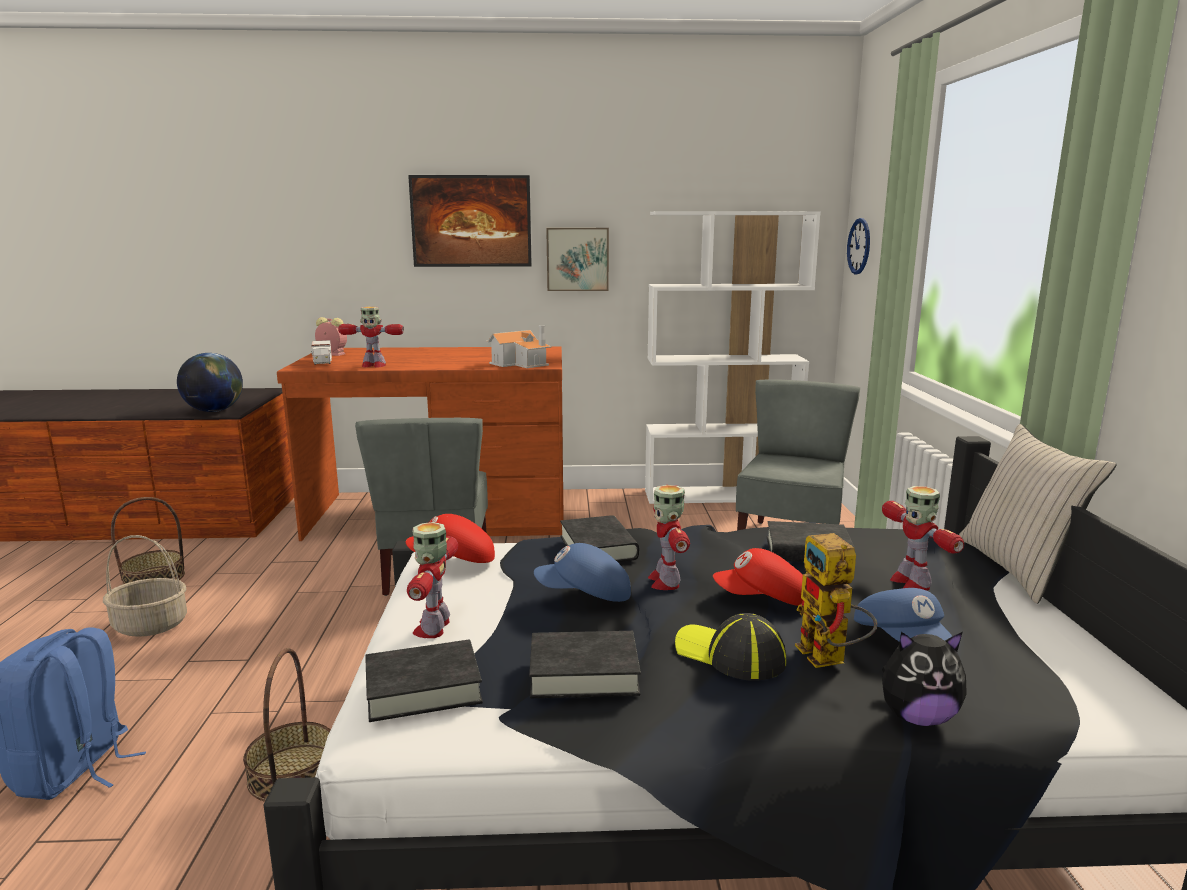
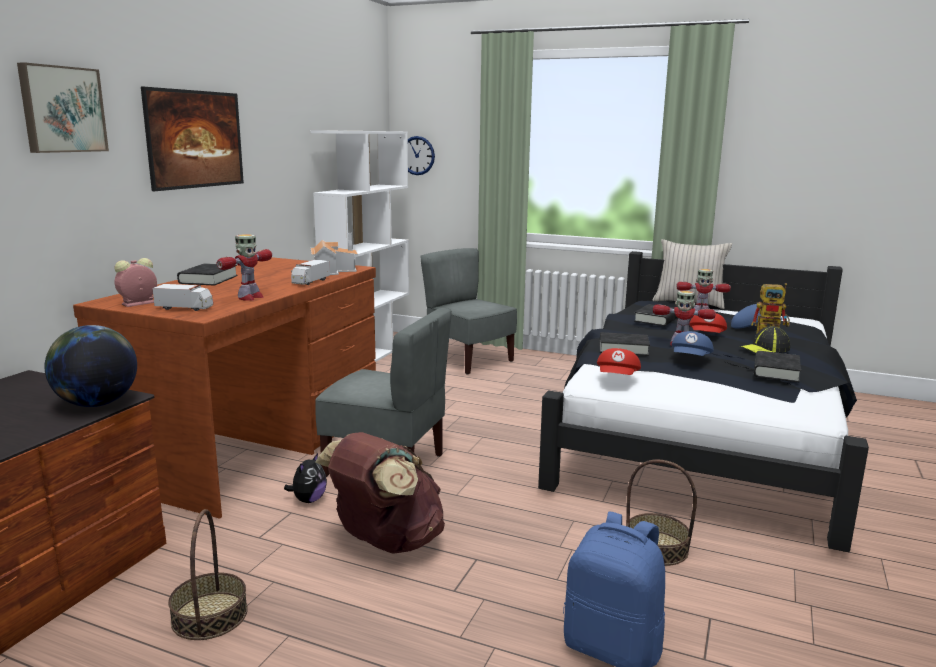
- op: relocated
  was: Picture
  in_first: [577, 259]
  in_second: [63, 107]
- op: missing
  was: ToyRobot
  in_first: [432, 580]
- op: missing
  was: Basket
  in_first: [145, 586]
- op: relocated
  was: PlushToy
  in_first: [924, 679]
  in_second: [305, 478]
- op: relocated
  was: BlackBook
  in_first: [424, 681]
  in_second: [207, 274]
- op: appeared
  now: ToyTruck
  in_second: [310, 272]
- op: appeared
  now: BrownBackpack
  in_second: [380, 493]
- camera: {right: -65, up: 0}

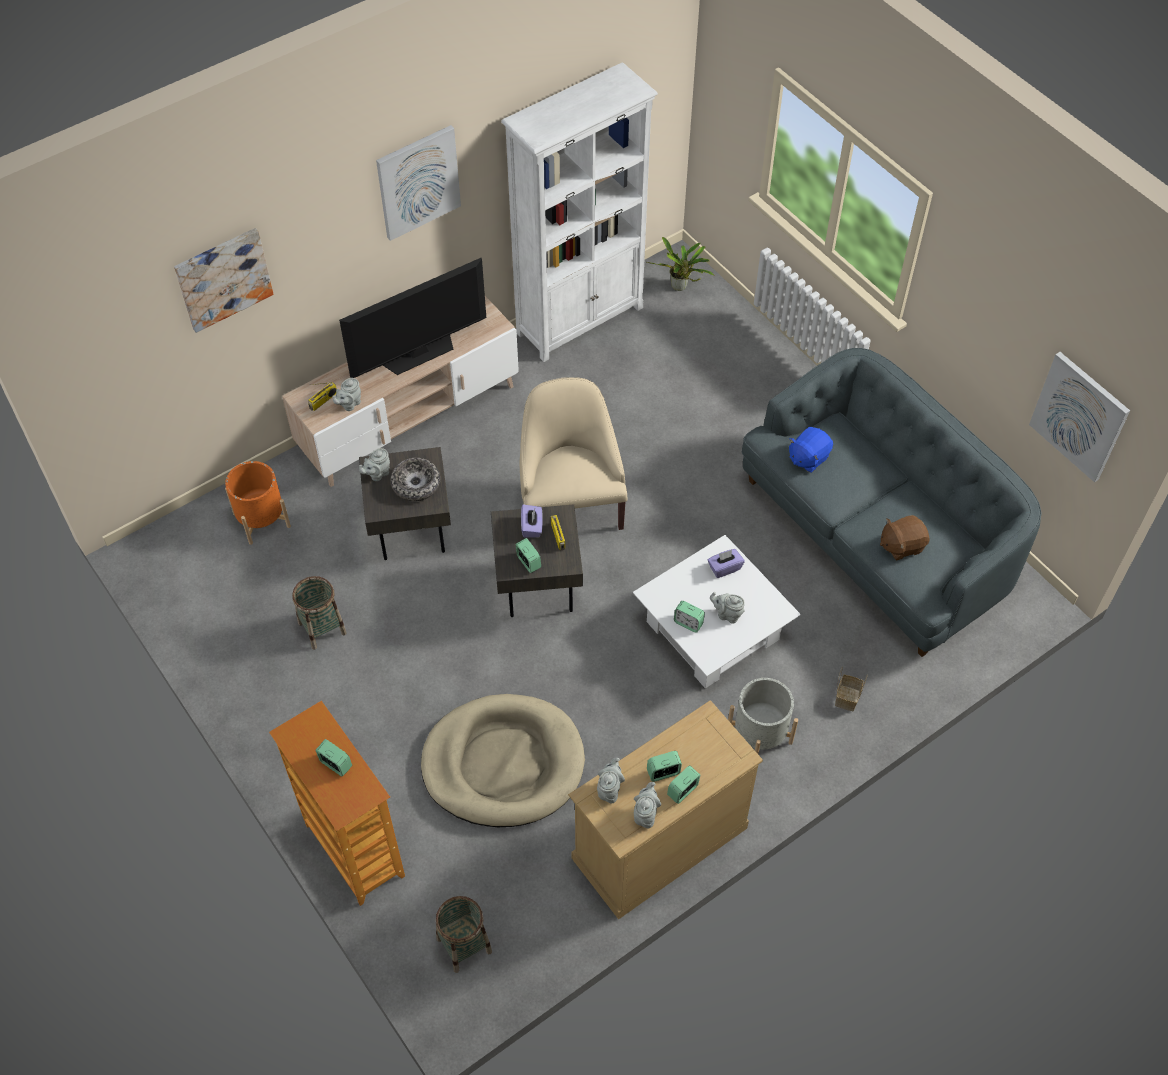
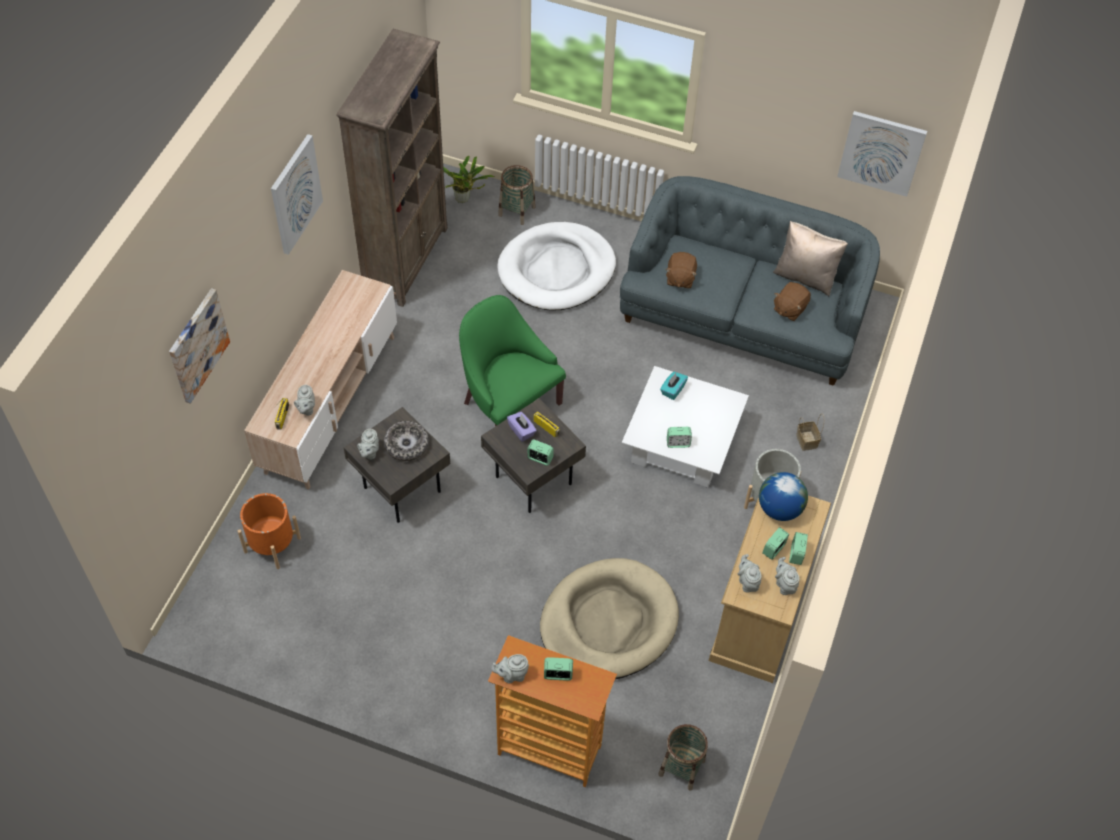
- op: colour
  was: WhiteBookcase
  now: BrownBookcase
  in_first: [579, 212]
  in_second: [392, 168]
- op: missing
  was: Television
  in_first: [412, 318]
- op: colour
  was: BeigeArmchair
  now: GreenArmchair
  in_first: [573, 453]
  in_second: [512, 360]
- op: colour
  was: BluePlushToy
  now: BrownPlushToy
  in_first: [811, 450]
  in_second: [681, 270]
- op: colour
  was: PurpleTissueBox
  now: TurquoiseTissueBox
  in_first: [726, 563]
  in_second: [674, 386]
- op: relocated
  was: Basket
  in_first: [319, 613]
  in_second: [517, 195]
- op: relocated
  was: GreyTeapot
  in_first: [727, 608]
  in_second: [510, 668]
- op: appeared
  now: BeigePillow
  in_second: [810, 258]
- op: appeared
  now: WhiteDogBed
  in_second: [556, 266]
- op: appeared
  now: Globe
  in_second: [783, 496]
- camera: {right: -35, up: 0}

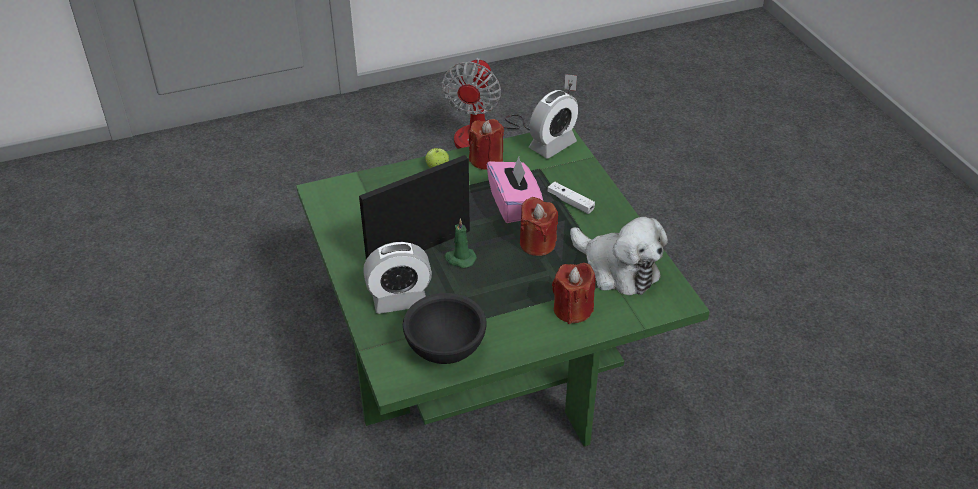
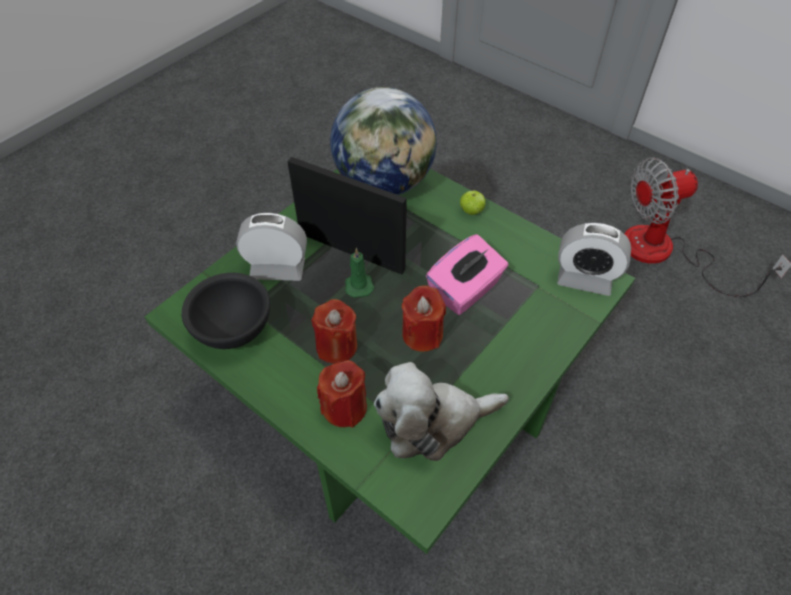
- op: relocated
  was: RedCandle
  in_first: [486, 144]
  in_second: [334, 331]
- op: missing
  was: WhiteGameController
  in_first: [571, 198]
- op: spun
  was: PlushToy
  in_first: [619, 256]
  in_second: [441, 411]
  clockwise: 60
- op: spun
  was: AlarmClock
  in_first: [397, 278]
  in_second: [271, 247]
  clockwise: 135
- op: appeared
  now: Globe
  in_second: [383, 141]
- camera: {right: 60, up: 10}

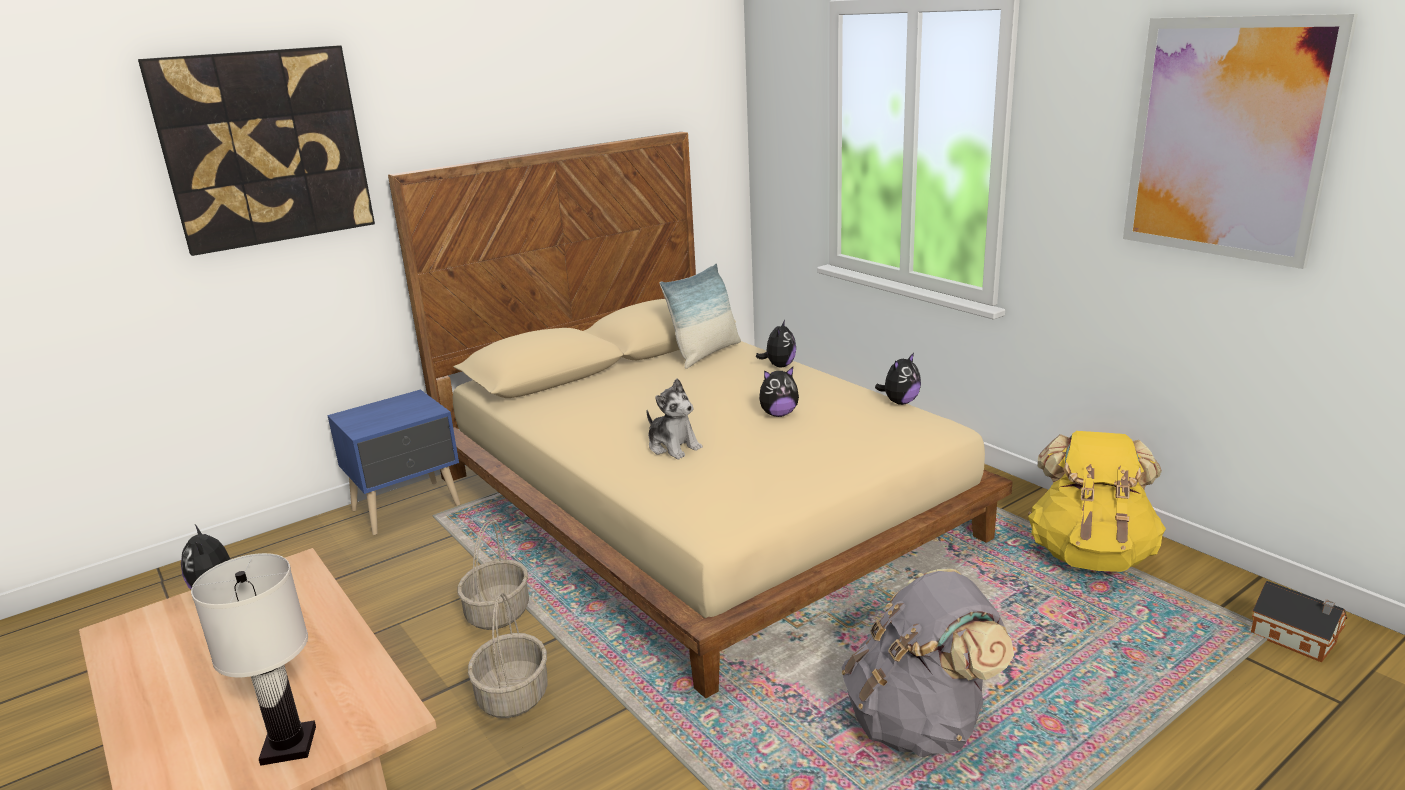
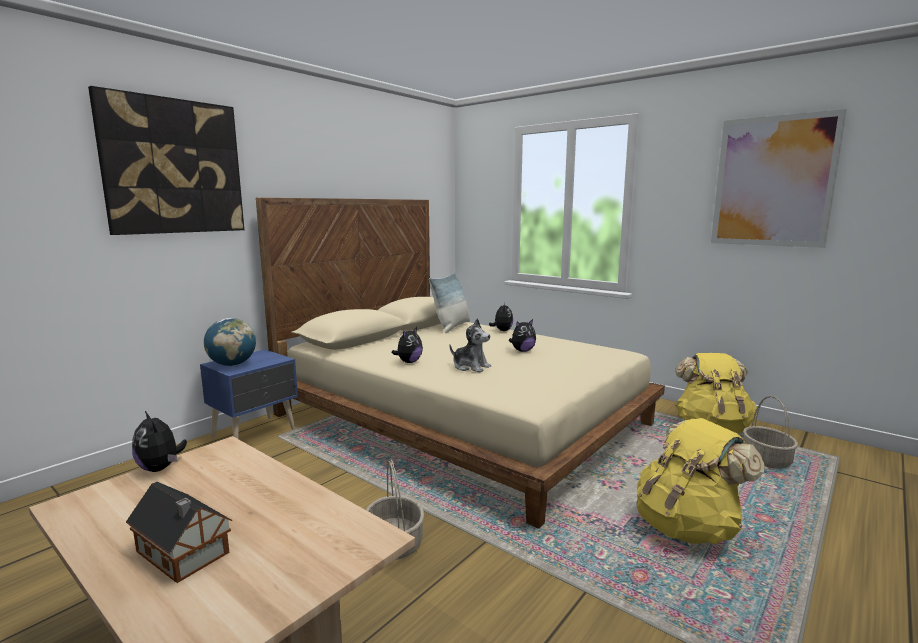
- op: relocated
  was: PlushToy
  in_first: [898, 379]
  in_second: [407, 345]
- op: relocated
  was: Basket
  in_first: [493, 575]
  in_second: [770, 432]
- op: missing
  was: WhiteTableLamp
  in_first: [253, 659]
- op: colour
  was: GreyBackpack
  now: YellowBackpack
  in_first: [928, 663]
  in_second: [701, 481]
- op: relocated
  was: ToyHouse
  in_first: [1299, 621]
  in_second: [179, 532]
- op: appeared
  now: Globe
  in_second: [230, 342]
- camera: {right: -15, up: -10}

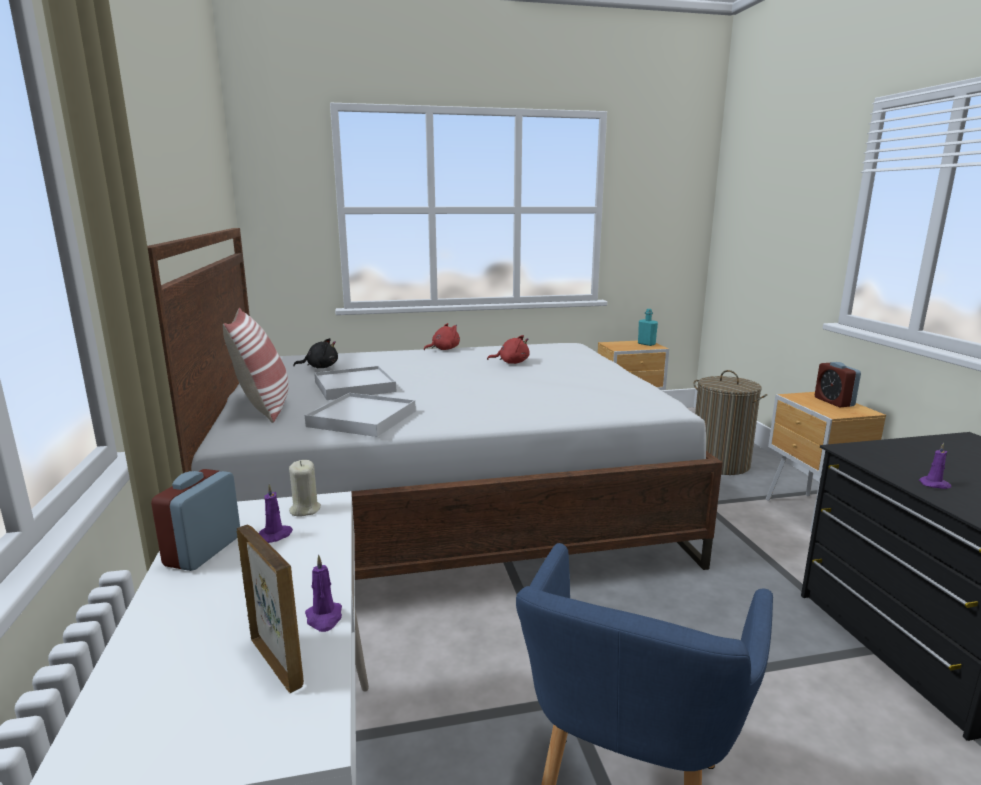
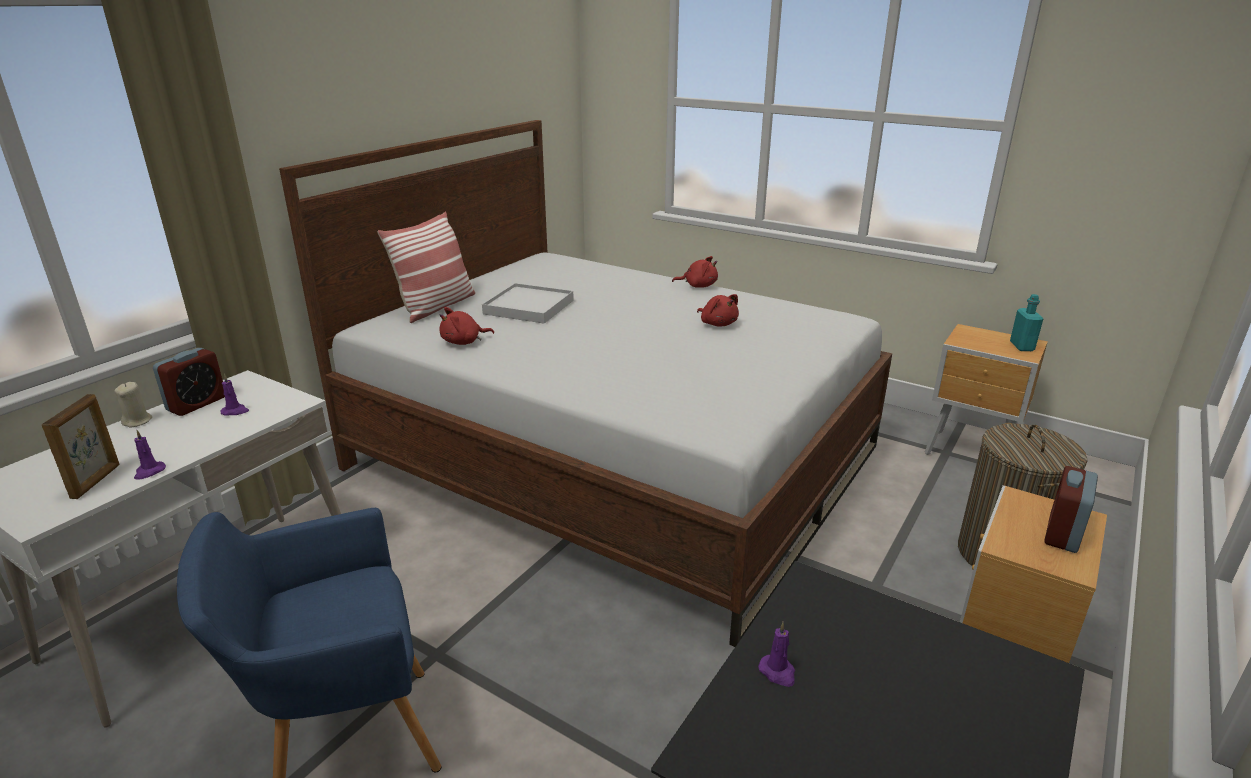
- op: missing
  was: BlackPlushToy
  in_first: [315, 353]
- op: exchanged
  was: WhiteTray
  now: RedPlushToy
  in_first: [360, 415]
  in_second: [466, 326]
- op: relocated
  was: BeigeCandle
  in_first: [305, 488]
  in_second: [133, 404]
- op: spun
  was: AlarmClock
  in_first: [195, 520]
  in_second: [189, 382]
  clockwise: 150
- camera: {right: 45, up: 10}

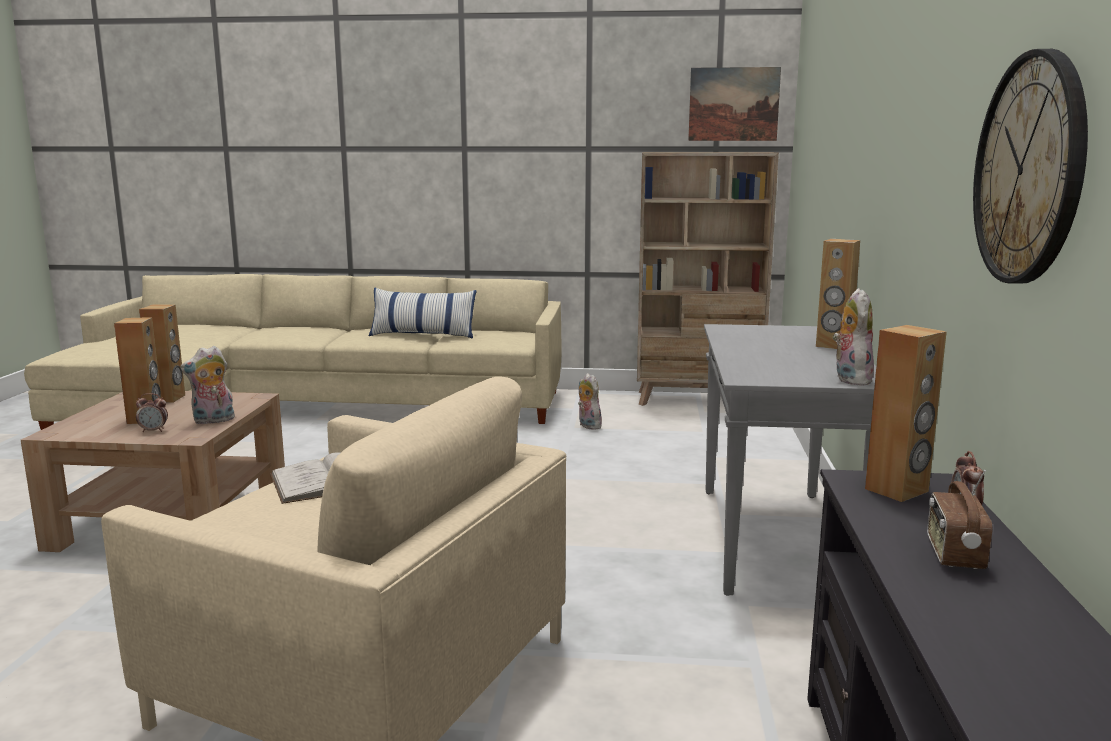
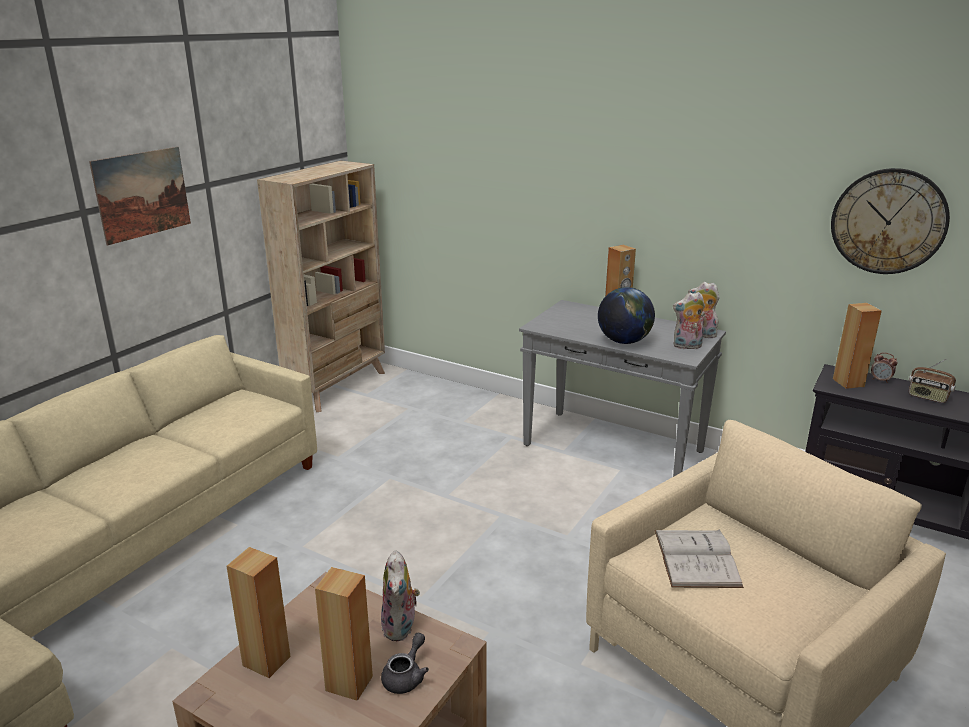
- op: relocated
  was: Picture
  in_first: [734, 104]
  in_second: [140, 196]
- op: missing
  was: Pillow
  in_first: [423, 313]
- op: relocated
  was: PlushToy
  in_first: [590, 401]
  in_second: [689, 320]
- op: exchanged
  was: AlarmClock
  now: GreyTeapot
  in_first: [152, 412]
  in_second: [405, 663]
- op: appeared
  now: Globe
  in_second: [626, 315]
- camera: {right: -65, up: 10}

